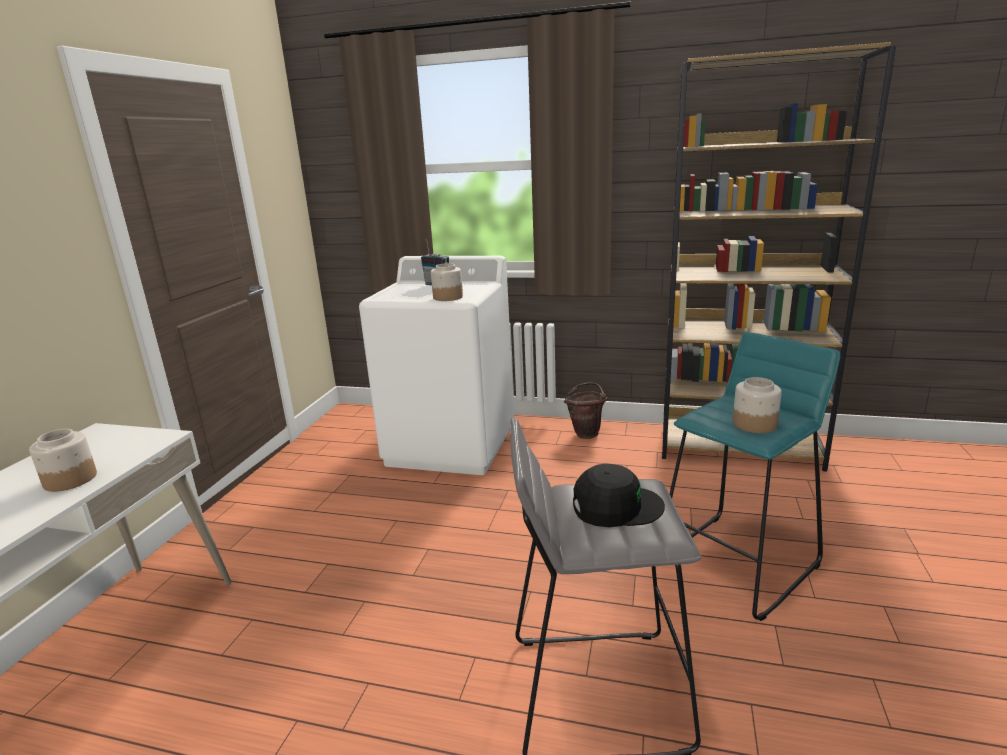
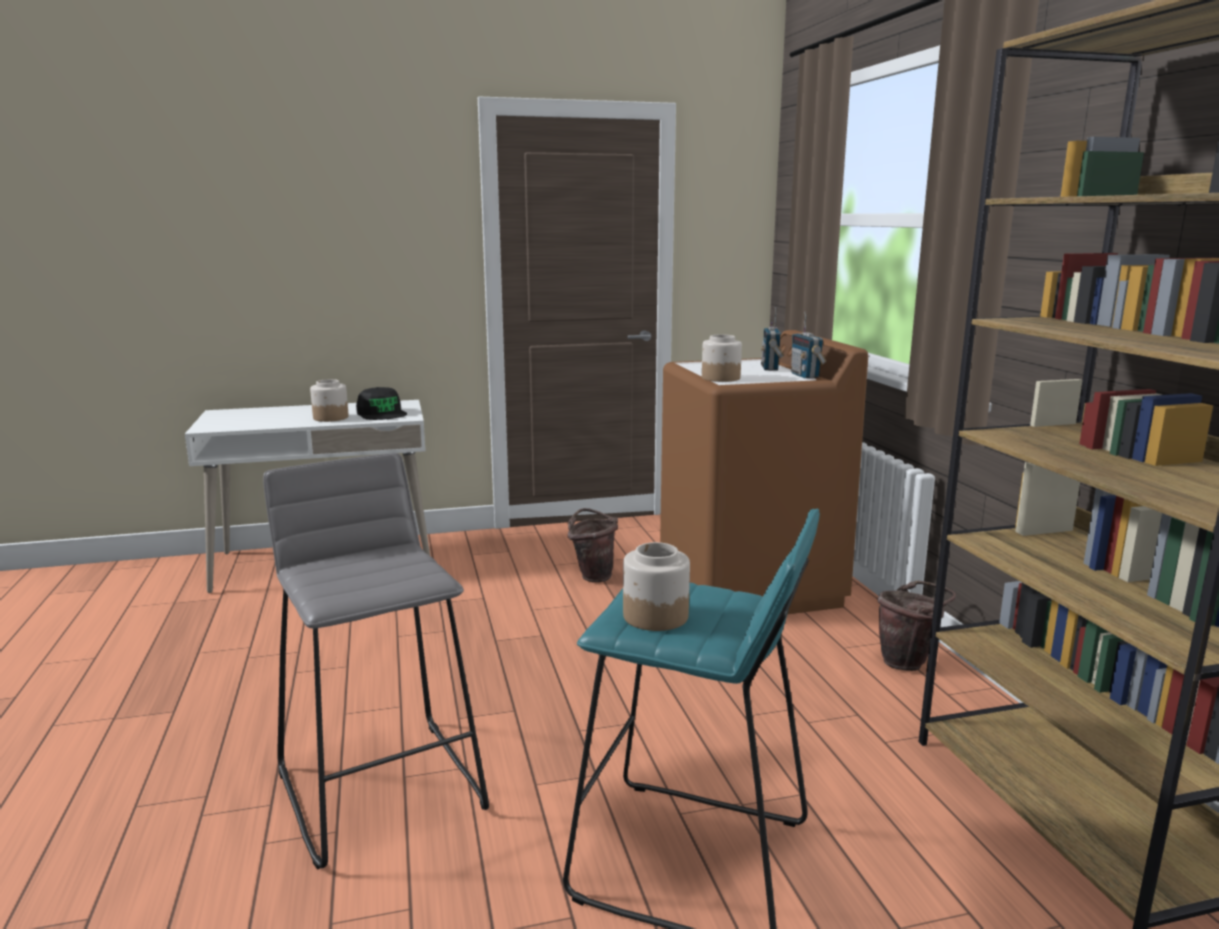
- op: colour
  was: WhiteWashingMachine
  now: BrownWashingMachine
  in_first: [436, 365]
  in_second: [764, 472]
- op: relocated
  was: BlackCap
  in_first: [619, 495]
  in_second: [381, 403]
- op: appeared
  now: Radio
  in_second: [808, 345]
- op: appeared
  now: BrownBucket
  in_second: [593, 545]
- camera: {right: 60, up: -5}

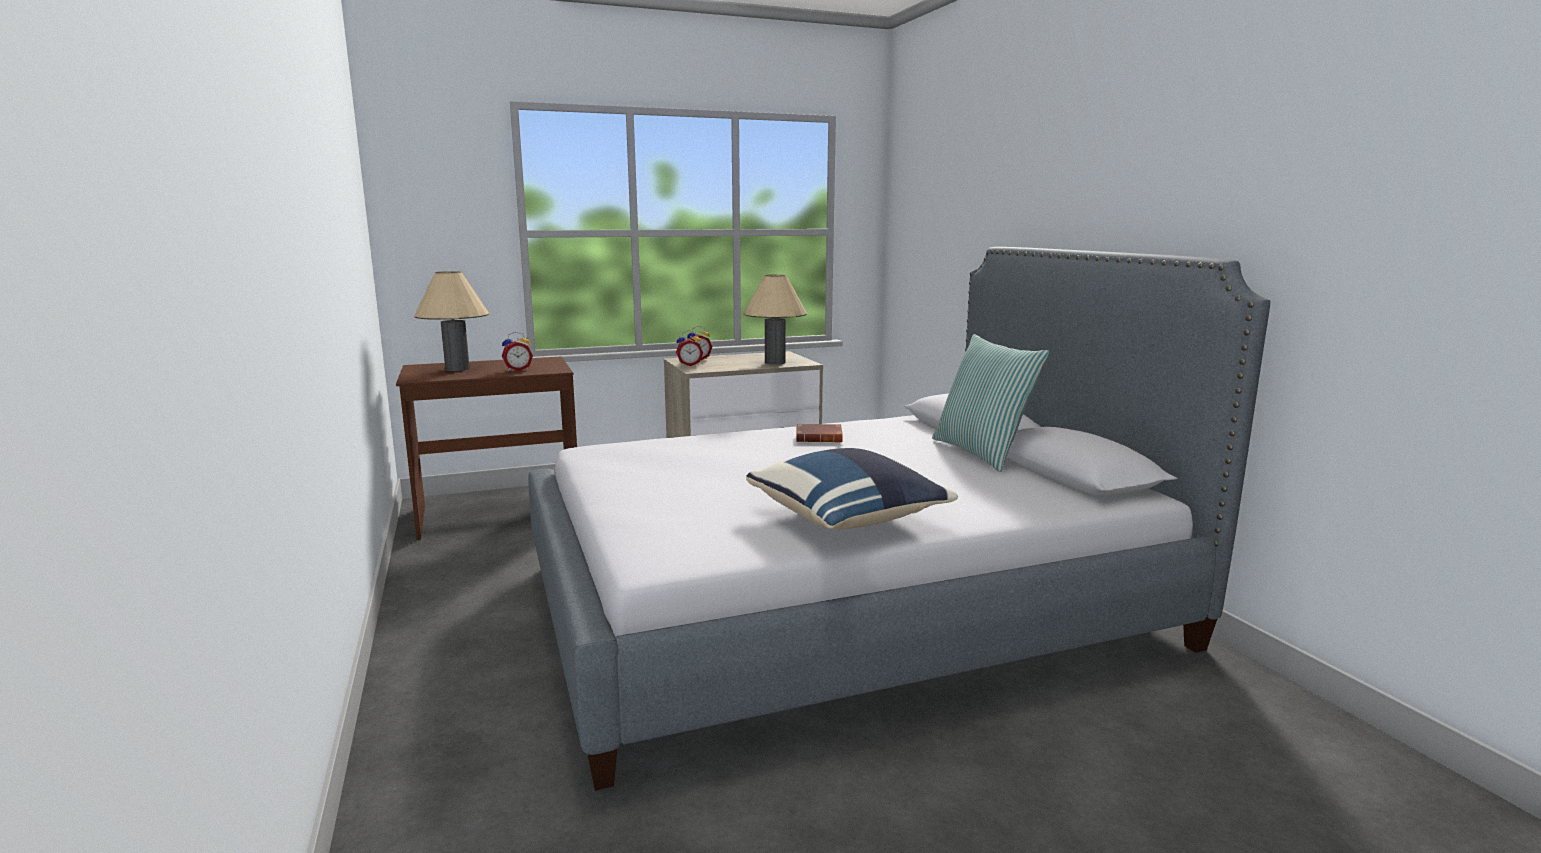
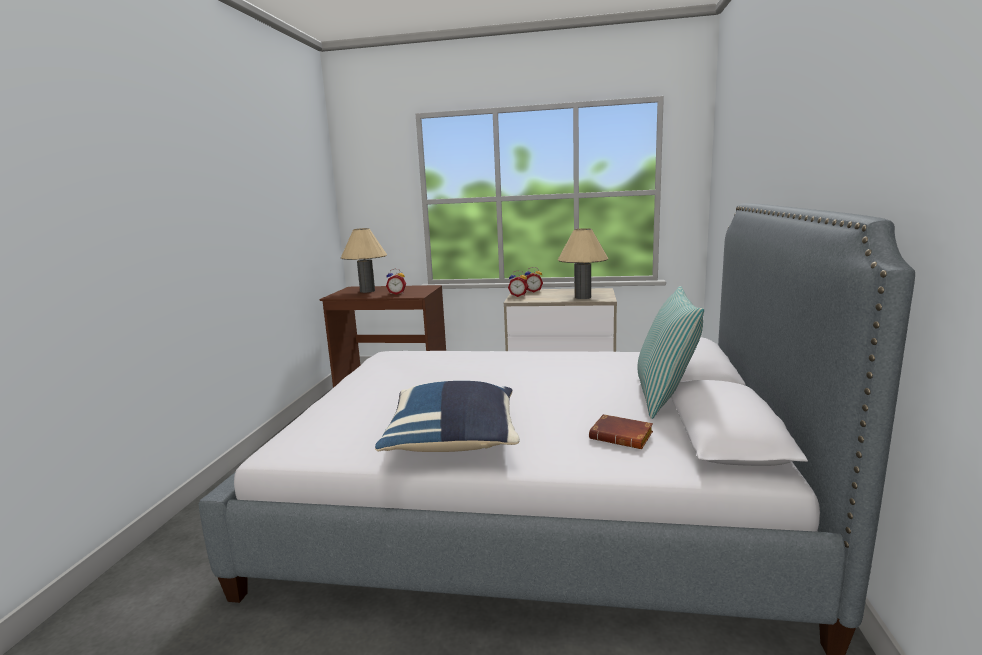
- op: relocated
  was: BrownBook
  in_first: [819, 433]
  in_second: [621, 431]
- camera: {right: 30, up: 0}

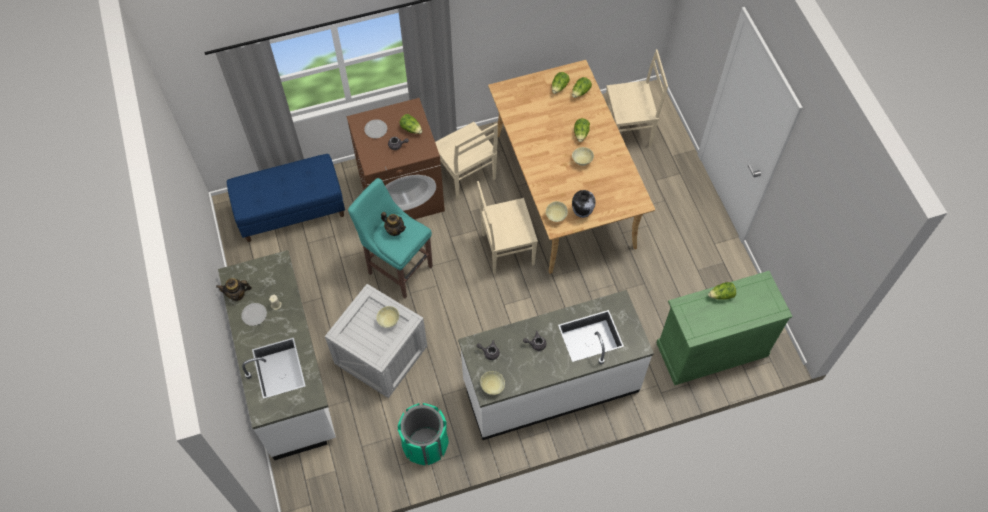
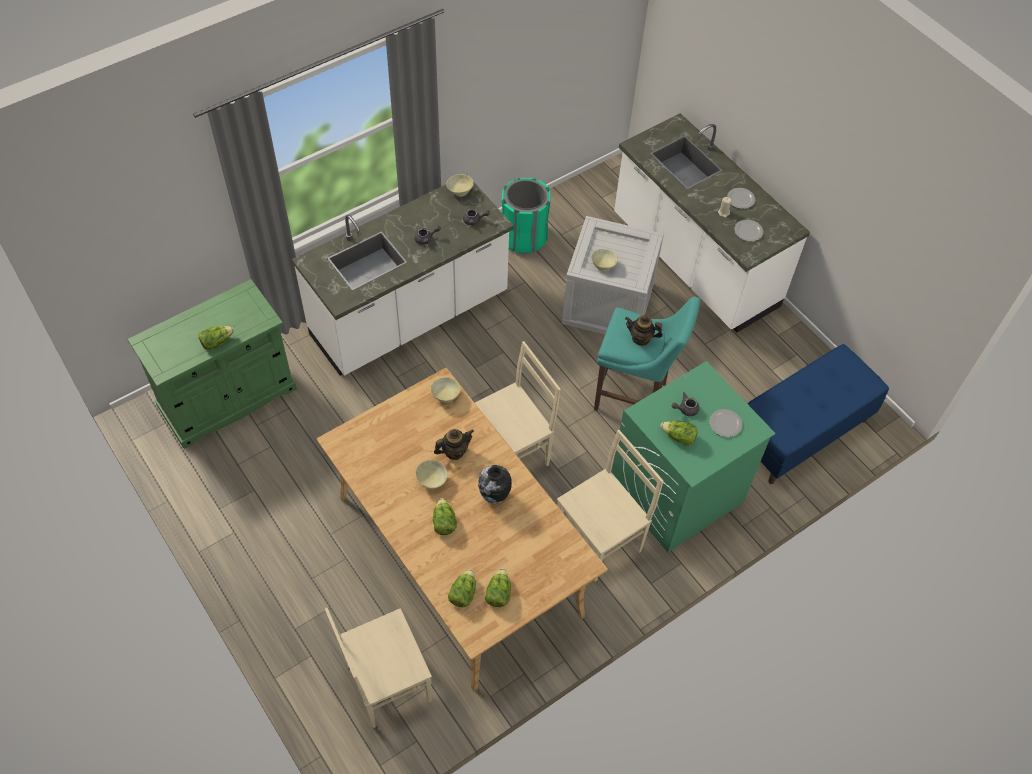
- op: colour
  was: BrownWashingMachine
  now: GreenWashingMachine
  in_first: [396, 158]
  in_second: [693, 456]
- op: spun
  was: BeigeChair
  in_first: [466, 161]
  in_second: [610, 506]
  clockwise: 105
- op: relocated
  was: Vase
  in_first: [583, 204]
  in_second: [495, 484]
- op: relocated
  was: Teapot
  in_first: [234, 289]
  in_second: [454, 444]
- op: appeared
  now: Plate
  in_second: [748, 230]
- camera: {right: 160, up: -5}

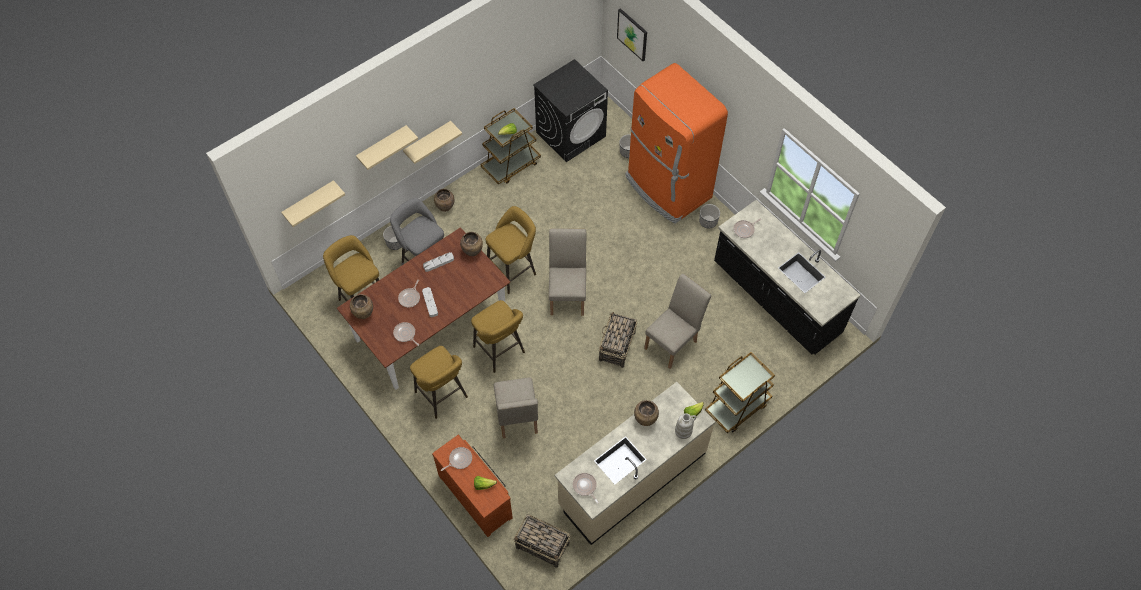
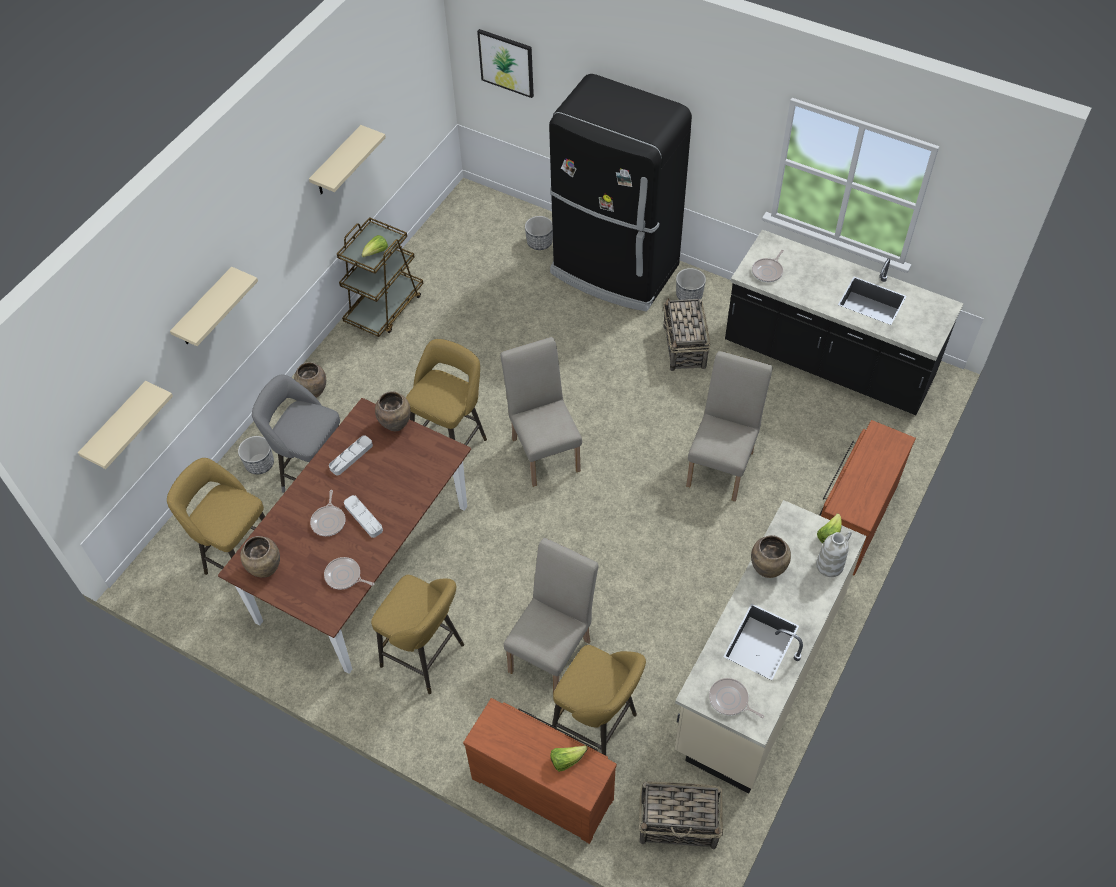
- op: missing
  was: BlackWashingMachine
  in_first: [570, 110]
- op: colour
  was: OrangeFridge
  now: BlackFridge
  in_first: [677, 143]
  in_second: [620, 193]
- op: relocated
  was: BeigeShelf
  in_first: [432, 142]
  in_second: [347, 160]
- op: relocated
  was: YellowStool
  in_first: [498, 336]
  in_second: [599, 700]
- op: relocated
  was: Basket
  in_first: [618, 340]
  in_second: [686, 334]
- op: exchanged
  was: BrownCart
  now: BrownDresser
  in_first: [740, 392]
  in_second: [867, 497]
- op: spun
  was: BeigeChair
  in_first: [516, 407]
  in_second: [551, 615]
  clockwise: -120
- op: missing
  was: FryingPan
  in_first: [456, 459]
- camera: {right: -20, up: -5}

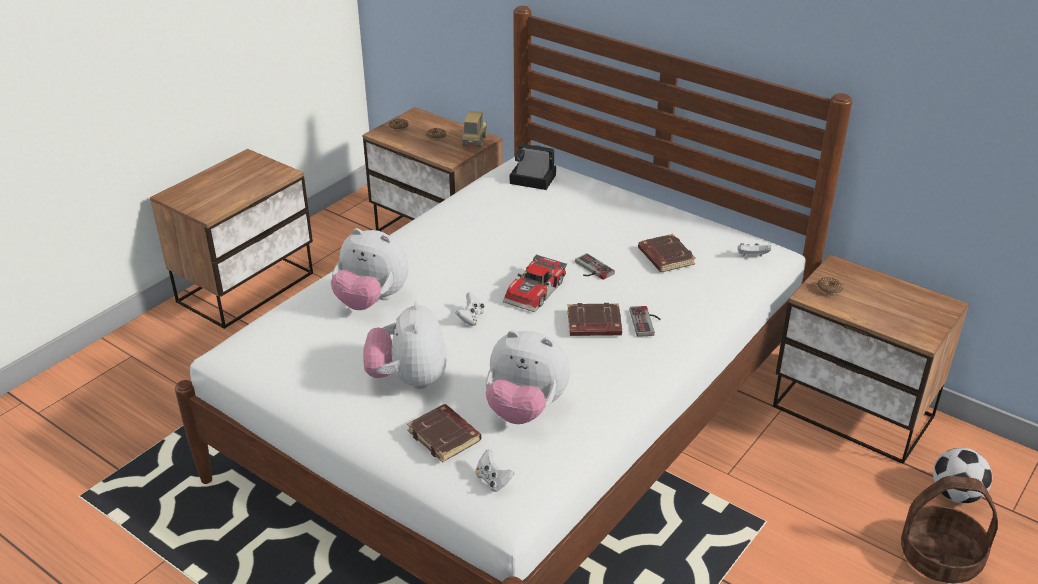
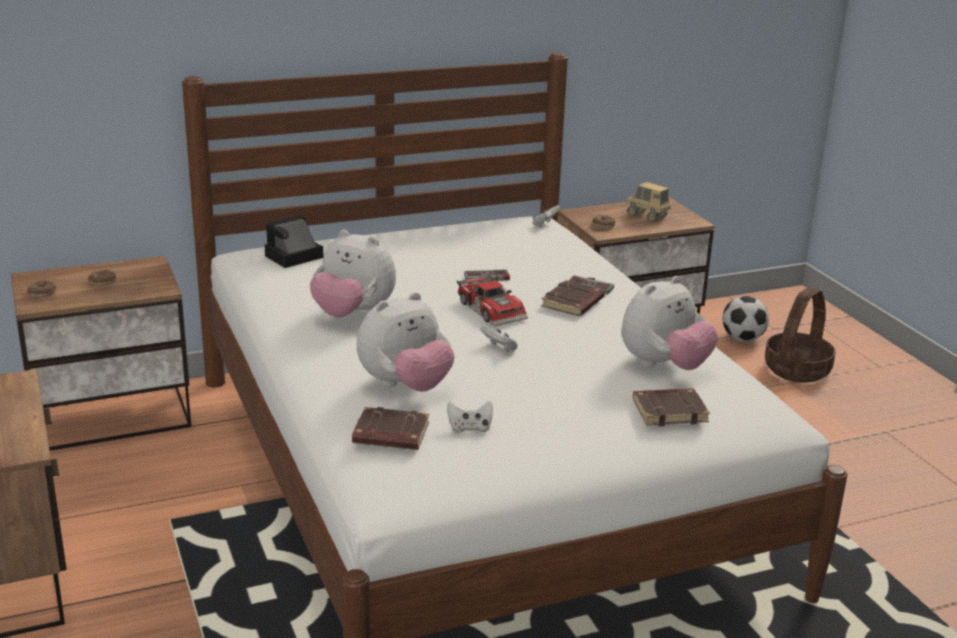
- op: relocated
  was: ToyTruck
  in_first: [474, 129]
  in_second: [648, 202]
- op: relocated
  was: BrownBook
  in_first: [667, 253]
  in_second: [390, 428]
- op: relocated
  was: PlushToy
  in_first: [405, 345]
  in_second: [353, 274]
- op: relocated
  was: WhiteGameController
  in_first: [494, 470]
  in_second: [470, 417]
- camera: {right: -60, up: -10}

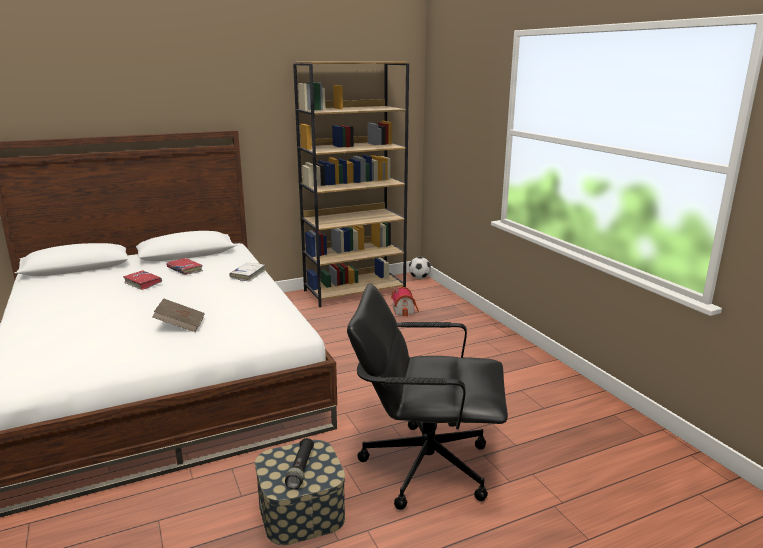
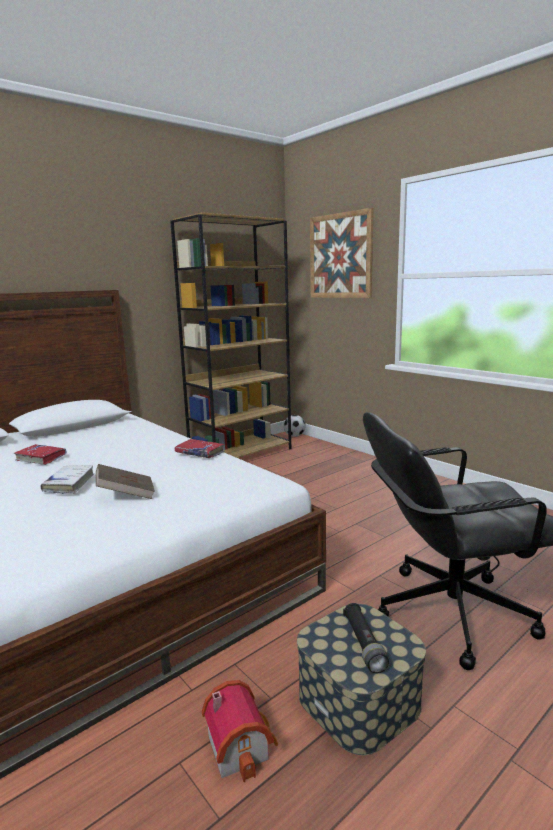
- op: relocated
  was: RedBook
  in_first: [185, 266]
  in_second: [200, 448]
- op: relocated
  was: WhiteBook
  in_first: [247, 272]
  in_second: [67, 479]
- op: relocated
  was: ToyHouse
  in_first: [405, 302]
  in_second: [240, 731]
- op: appeared
  now: Picture
  in_second: [342, 253]
- camera: {right: -15, up: -5}

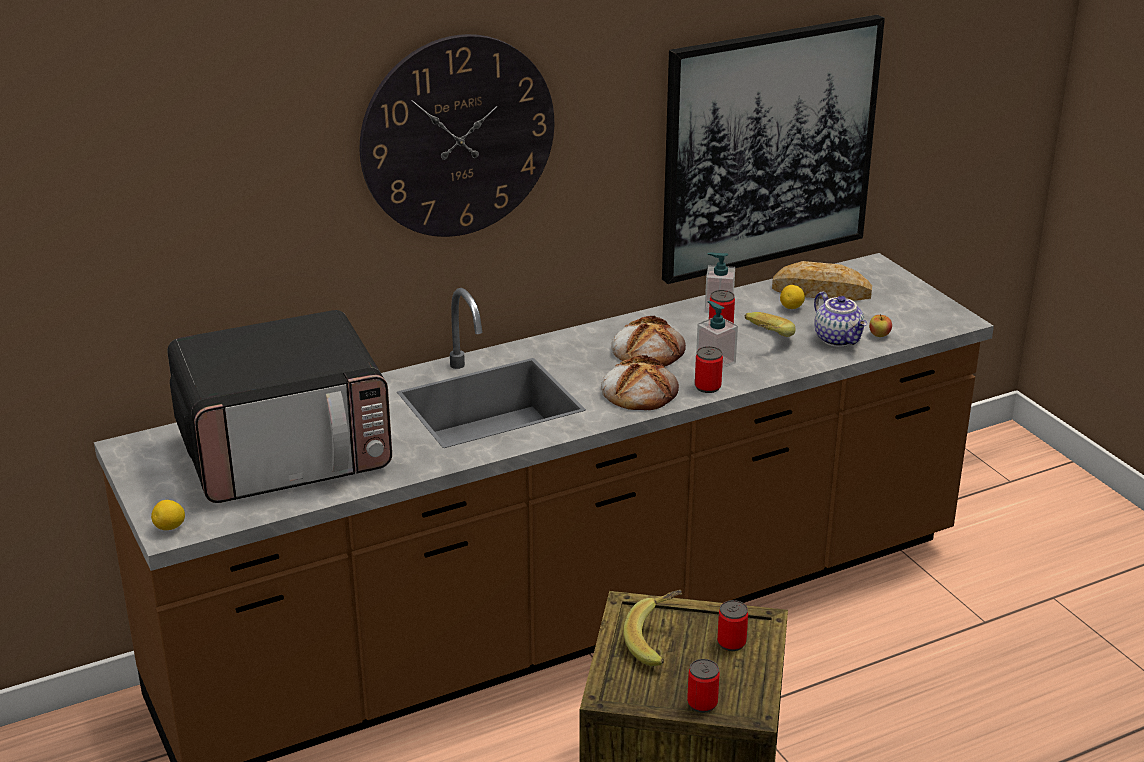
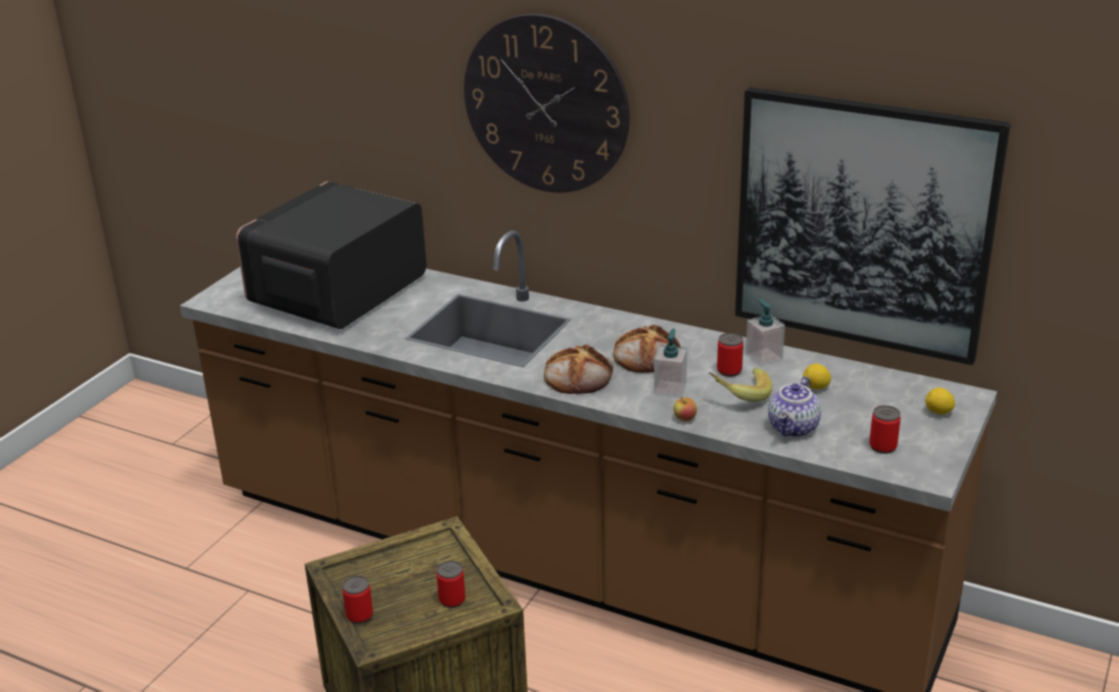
- op: missing
  was: Bread
  in_first: [822, 281]
- op: spun
  was: Microwave
  in_first: [279, 406]
  in_second: [331, 255]
  clockwise: 90
- op: relocated
  was: Apple
  in_first: [880, 325]
  in_second: [685, 409]
- op: relocated
  was: Can
  in_first: [709, 369]
  in_second: [885, 429]
- op: relocated
  was: Lemon
  in_first: [168, 515]
  in_second: [940, 401]
- op: missing
  was: Banana
  in_first: [653, 628]
- camera: {right: 55, up: 0}

